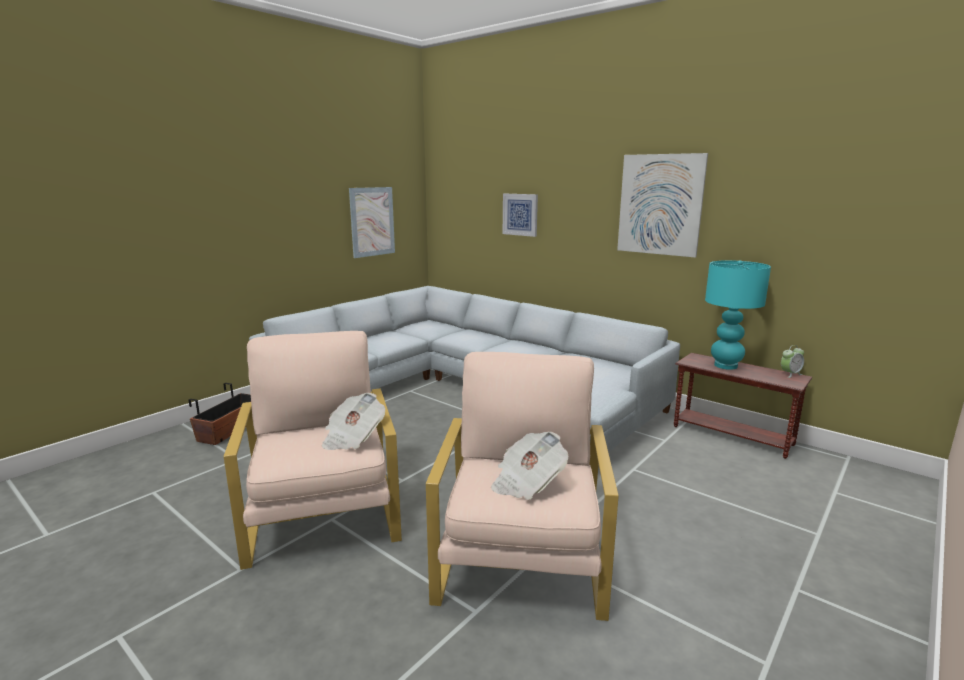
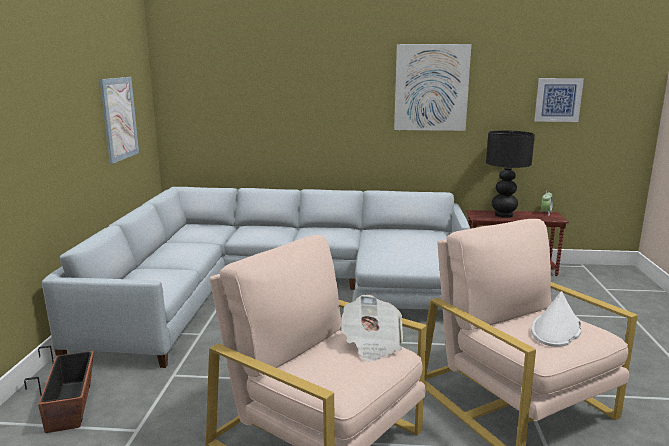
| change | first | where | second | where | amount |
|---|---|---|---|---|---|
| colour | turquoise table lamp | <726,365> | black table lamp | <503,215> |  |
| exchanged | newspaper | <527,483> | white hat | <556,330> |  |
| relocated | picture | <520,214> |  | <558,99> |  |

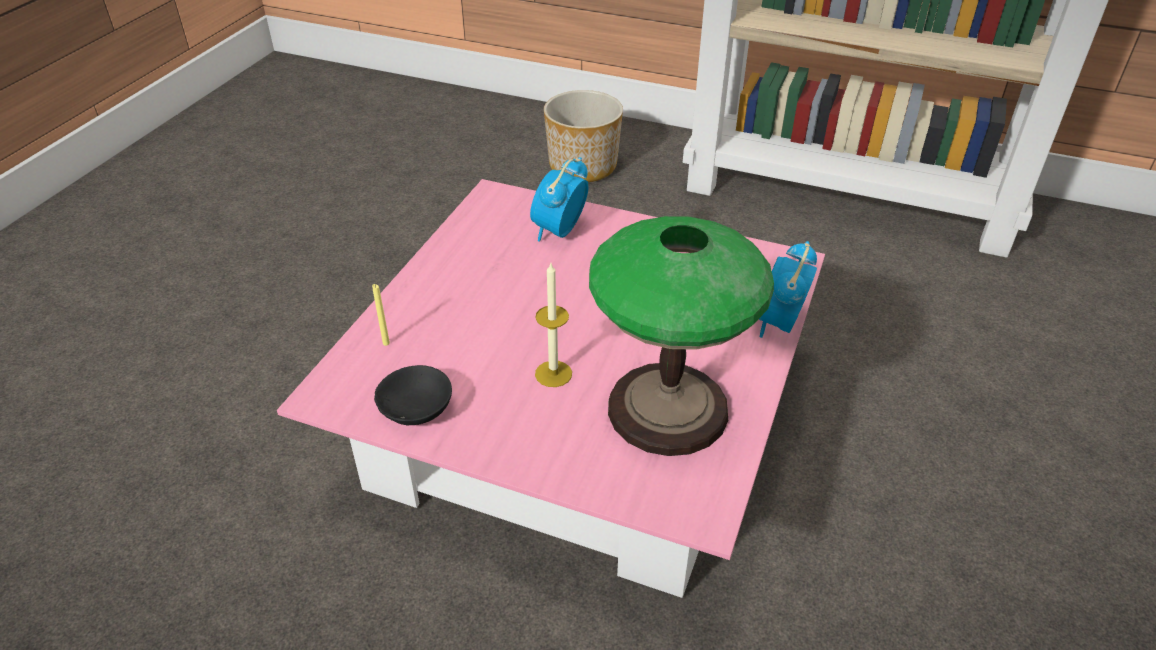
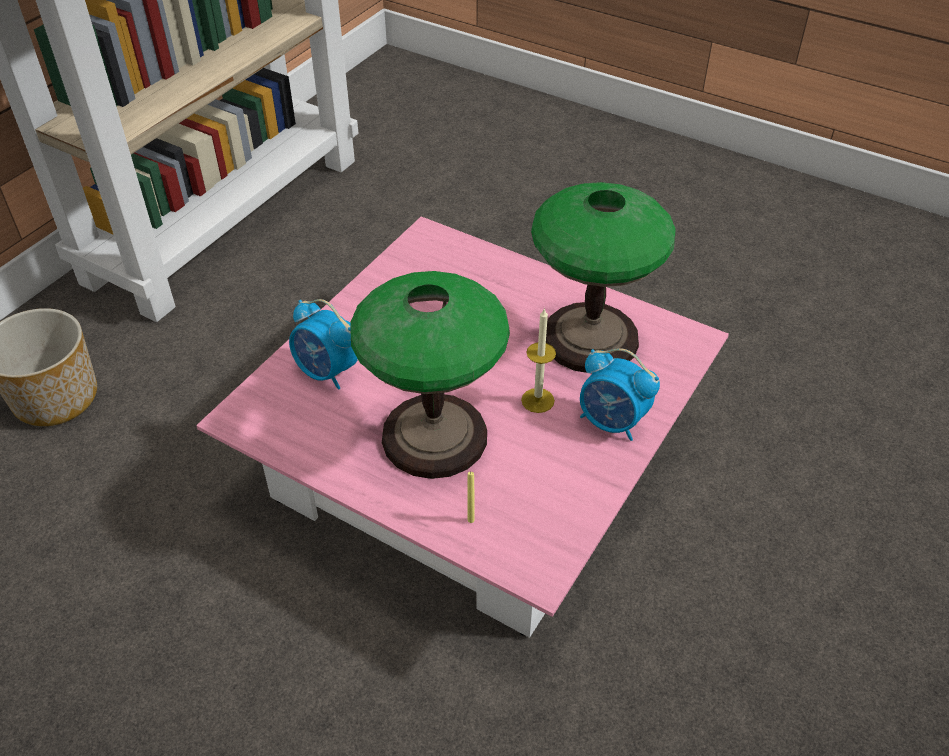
| change | first | where | second | where | amount |
|---|---|---|---|---|---|
| appeared |  |  | table lamp | <435,436> |  |
| relocated | alarm clock | <778,323> |  | <612,422> |  |
| missing | black bowl | <419,408> |  |  |  |

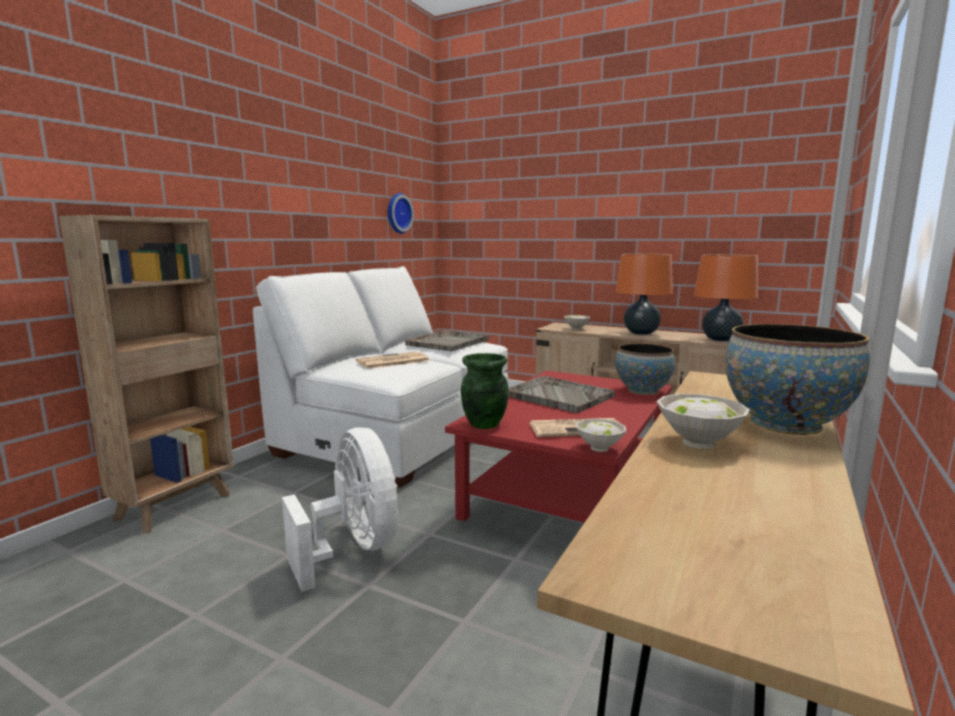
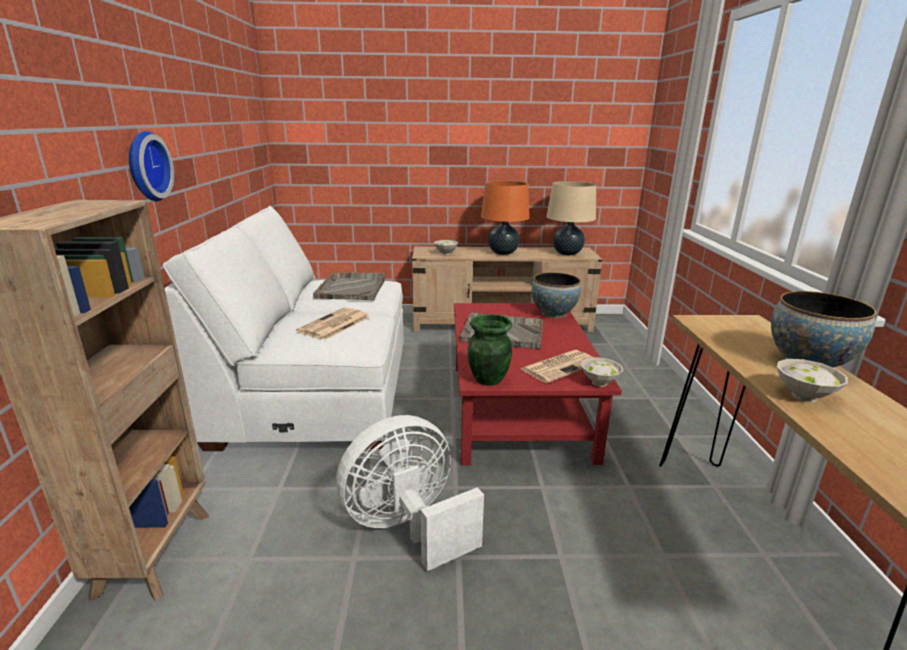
| change | first | where | second | where | amount |
|---|---|---|---|---|---|
| relocated | wall clock | <397,213> |  | <145,166> |  |
| spun | white fan | <353,549> |  | <408,527> | 60 degrees counterclockwise |
| colour | orange table lamp | <721,339> | beige table lamp | <567,253> |  |

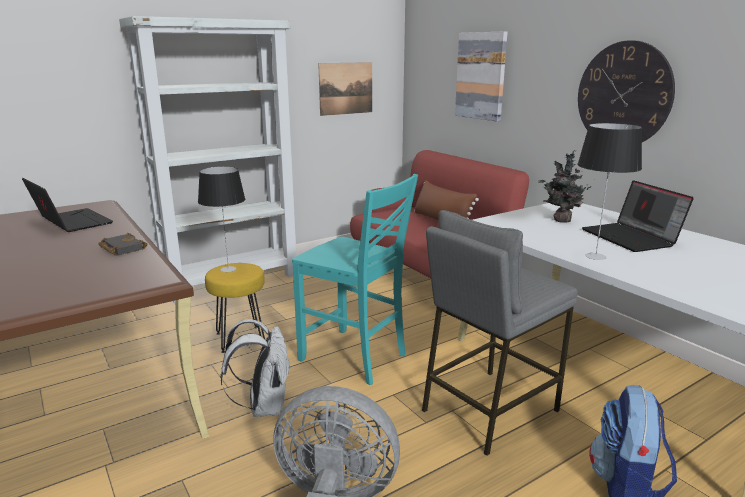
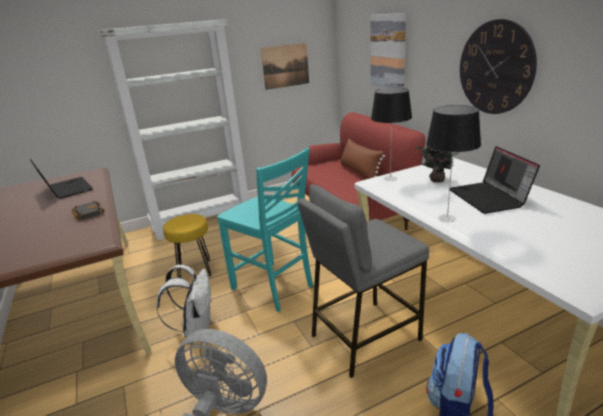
| change | first | where | second | where | amount |
|---|---|---|---|---|---|
| relocated | table lamp | <228,269> |  | <390,178> |  |

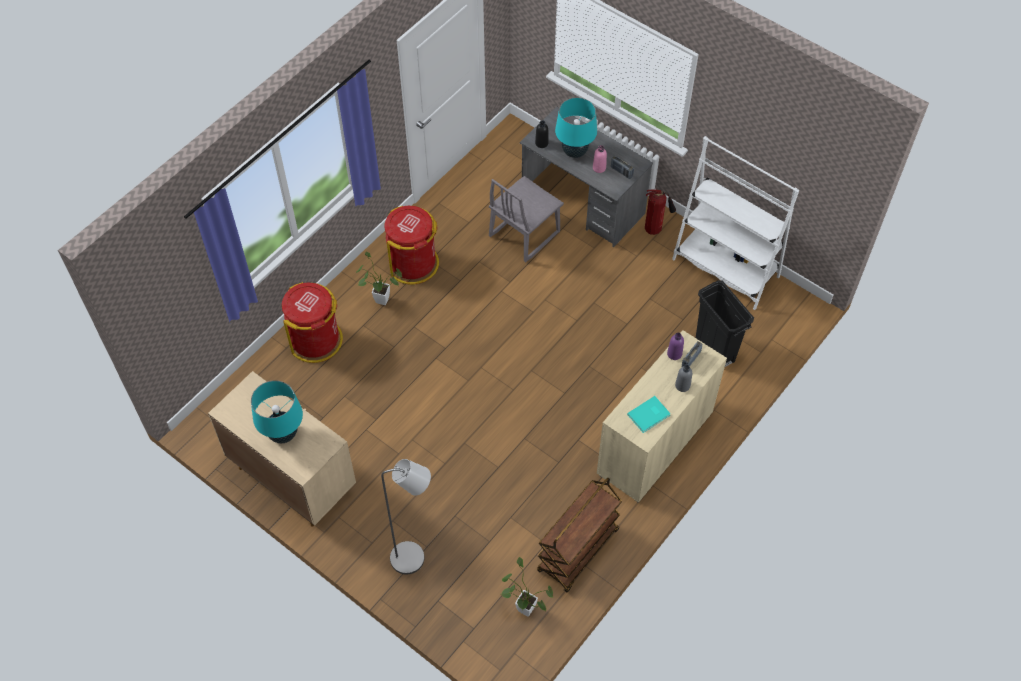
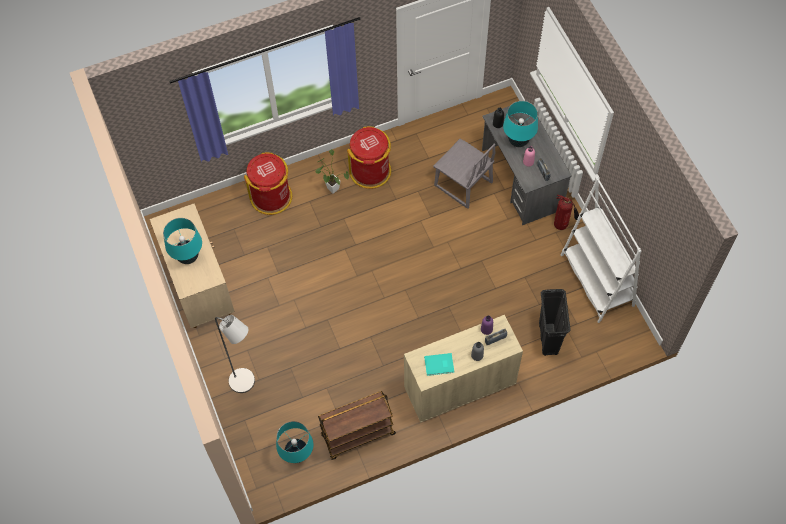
| change | first | where | second | where | amount |
|---|---|---|---|---|---|
| exchanged | potted plant | <523,607> | turquoise table lamp | <297,454> |  |
| spun | grey chair | <523,234> |  | <463,184> | 120 degrees counterclockwise |

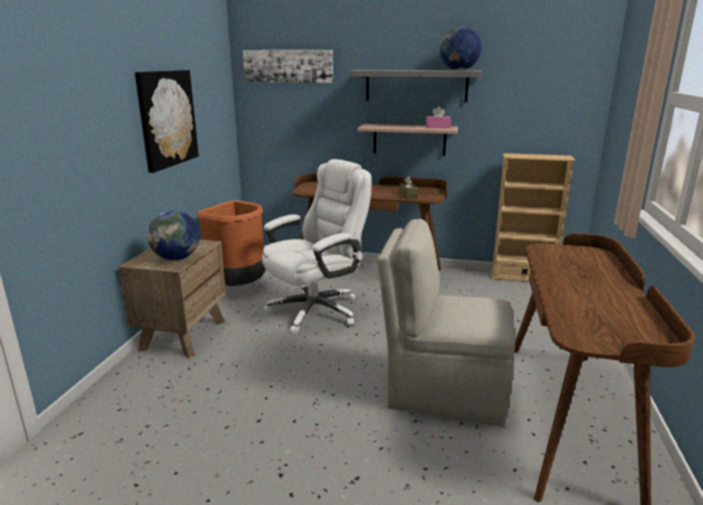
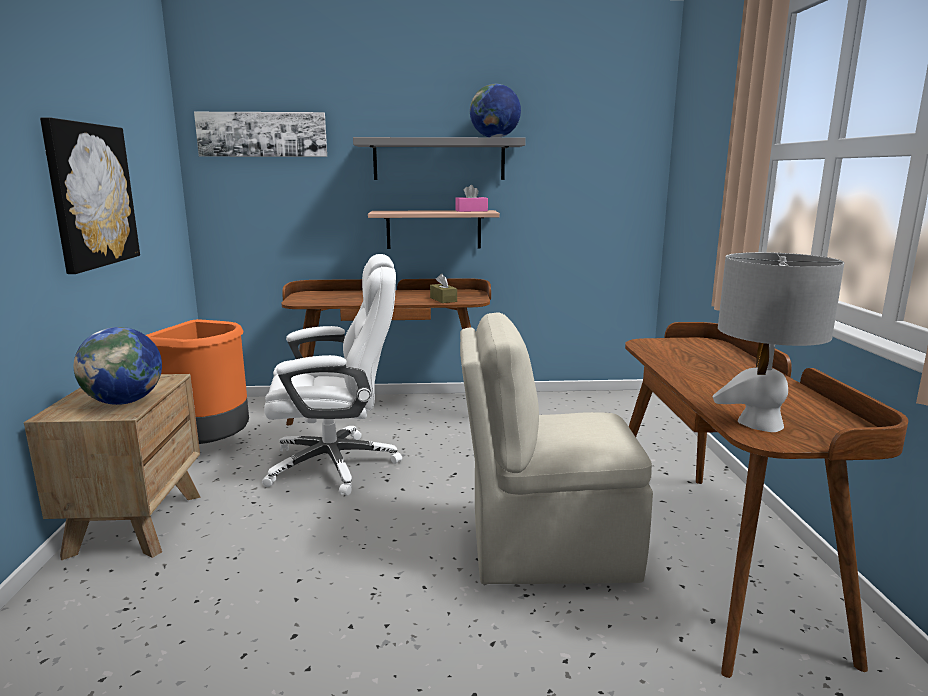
| change | first | where | second | where | amount |
|---|---|---|---|---|---|
| spun | white office chair | <316,310> |  | <336,464> | 45 degrees clockwise |
| appeared |  |  | grey table lamp | <760,424> |  |
| missing | beige bookcase | <522,277> |  |  |  |

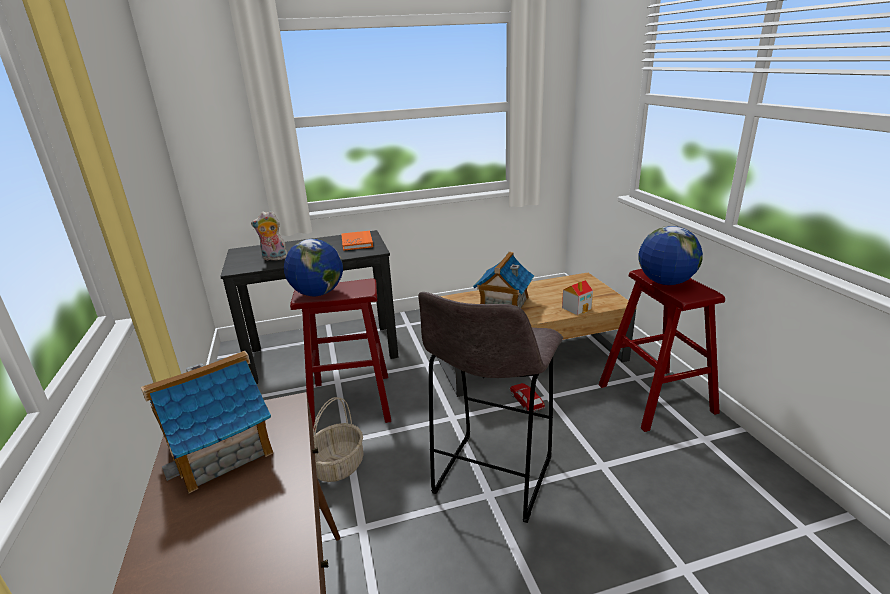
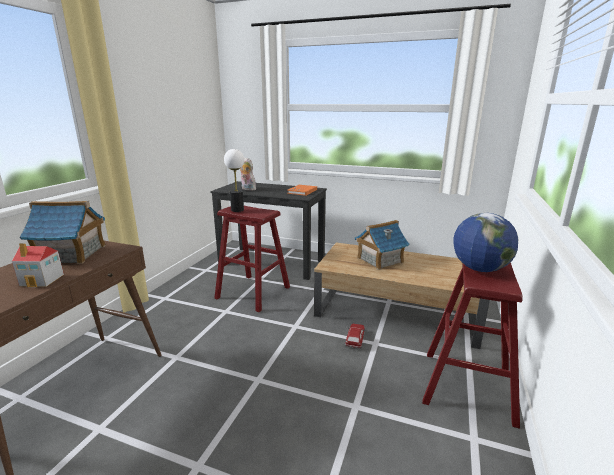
| change | first | where | second | where | amount |
|---|---|---|---|---|---|
| relocated | toy house | <576,308> |  | <43,280> |  |
| exchanged | globe | <317,293> | table lamp | <237,210> |  |
| missing | basket | <338,465> |  |  |  |
| missing | grey stool | <491,478> |  |  |  |

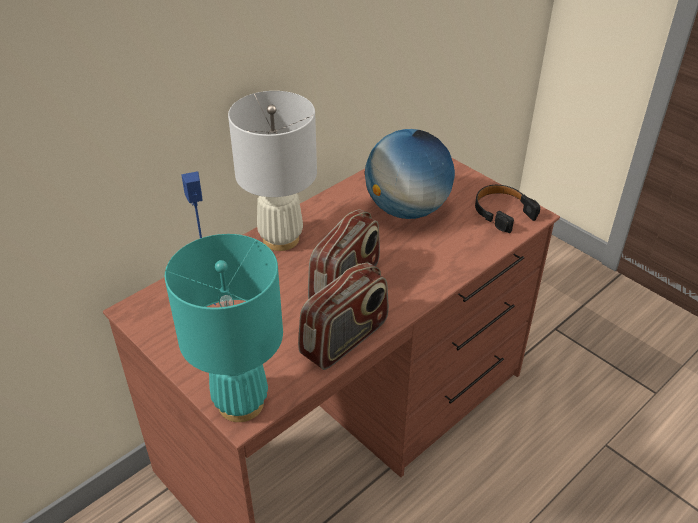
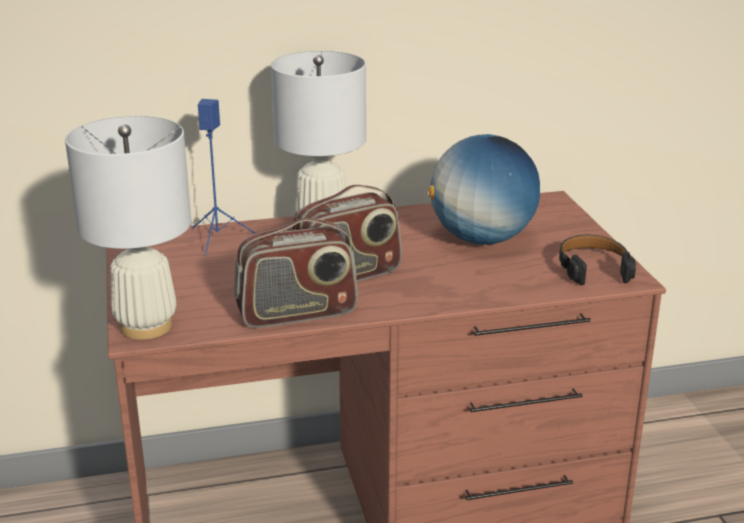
| change | first | where | second | where | amount |
|---|---|---|---|---|---|
| colour | turquoise table lamp | <241,403> | white table lamp | <146,326> |  |

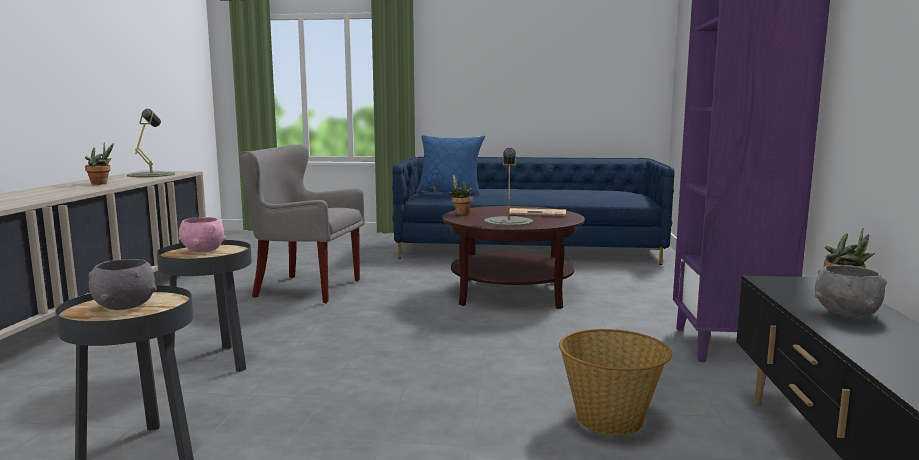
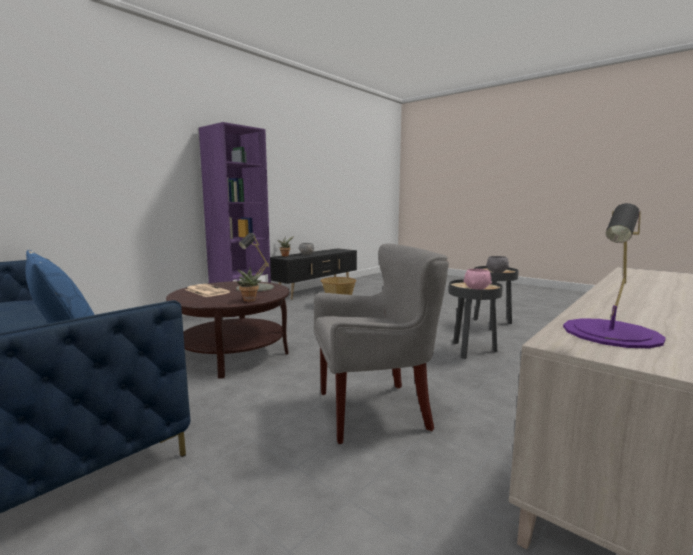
| change | first | where | second | where | amount |
|---|---|---|---|---|---|
| spun | grey armchair | <305,288> |  | <376,411> | 60 degrees counterclockwise |
| colour | grey table lamp | <151,175> | purple table lamp | <611,333> |  |
| missing | potted plant | <101,183> |  |  |  |

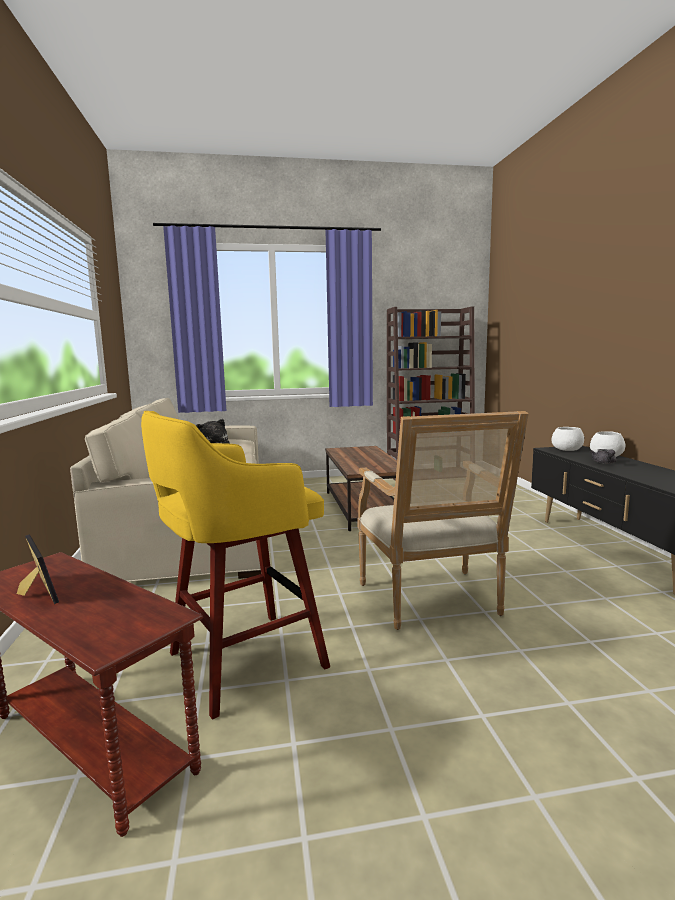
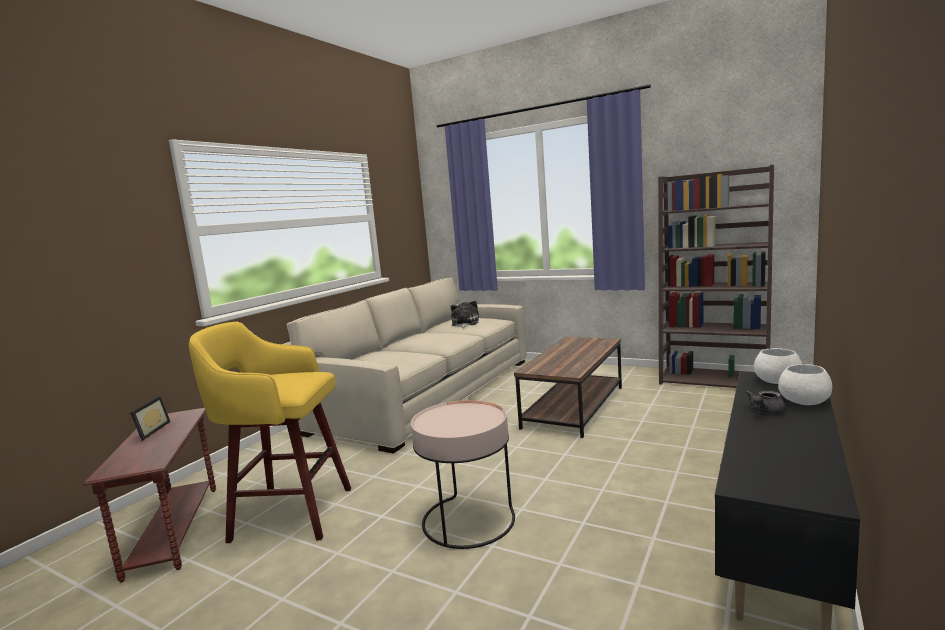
| change | first | where | second | where | amount |
|---|---|---|---|---|---|
| exchanged | armchair | <433,602> | pink side table | <468,520> |  |

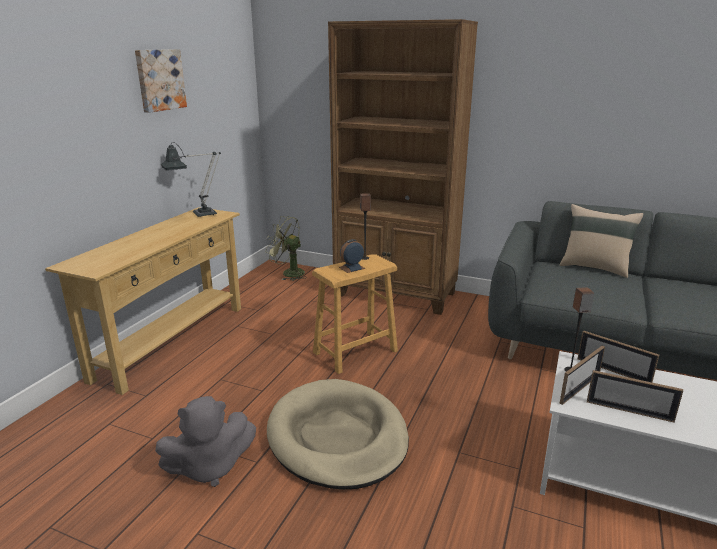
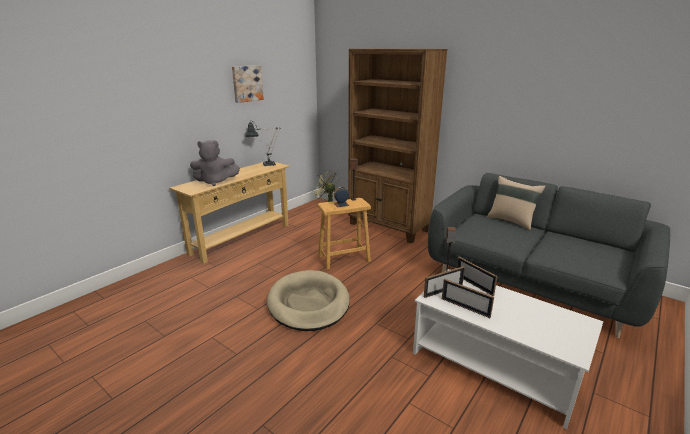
| change | first | where | second | where | amount |
|---|---|---|---|---|---|
| relocated | grey plush toy | <210,467> |  | <215,182> |  |

